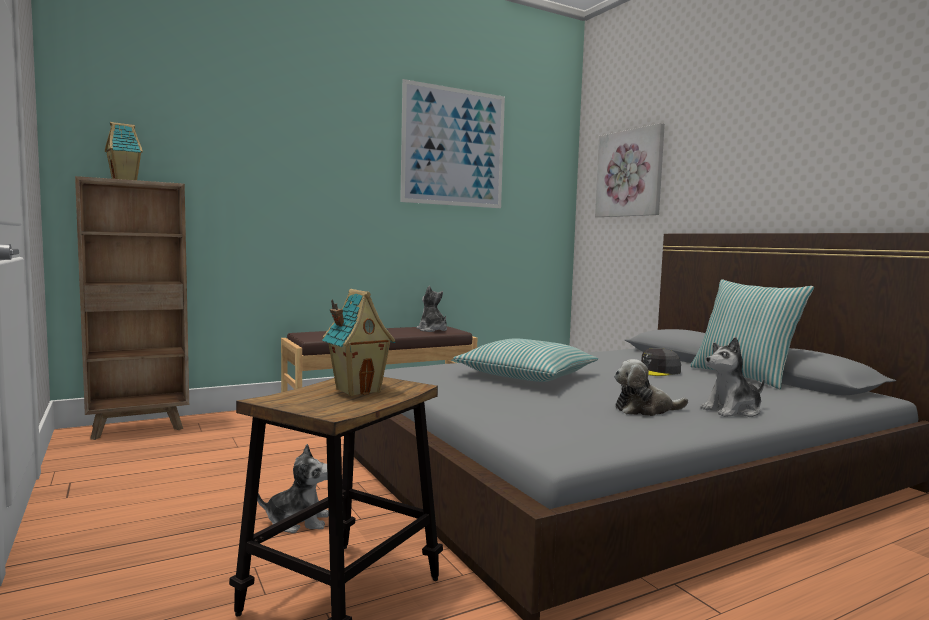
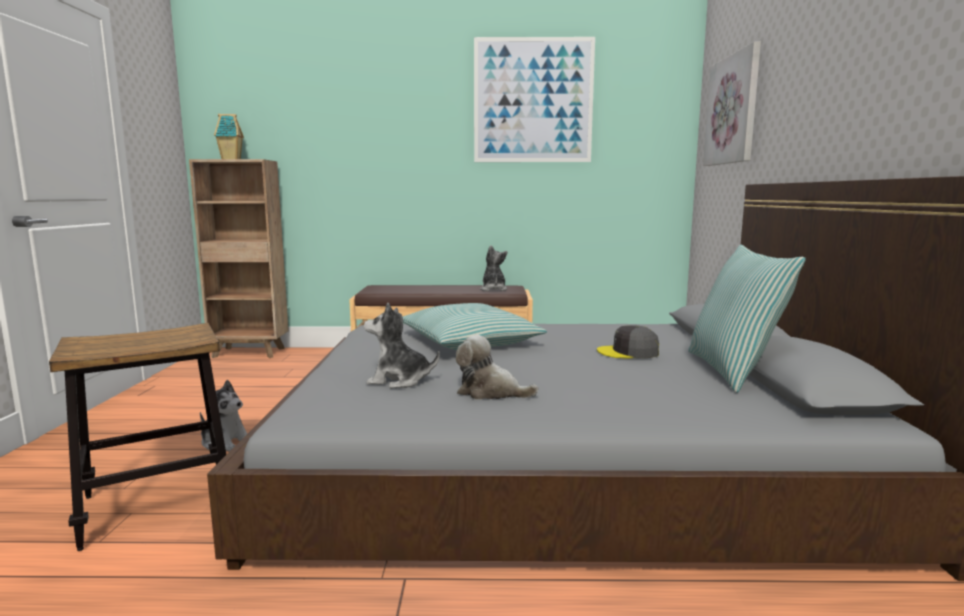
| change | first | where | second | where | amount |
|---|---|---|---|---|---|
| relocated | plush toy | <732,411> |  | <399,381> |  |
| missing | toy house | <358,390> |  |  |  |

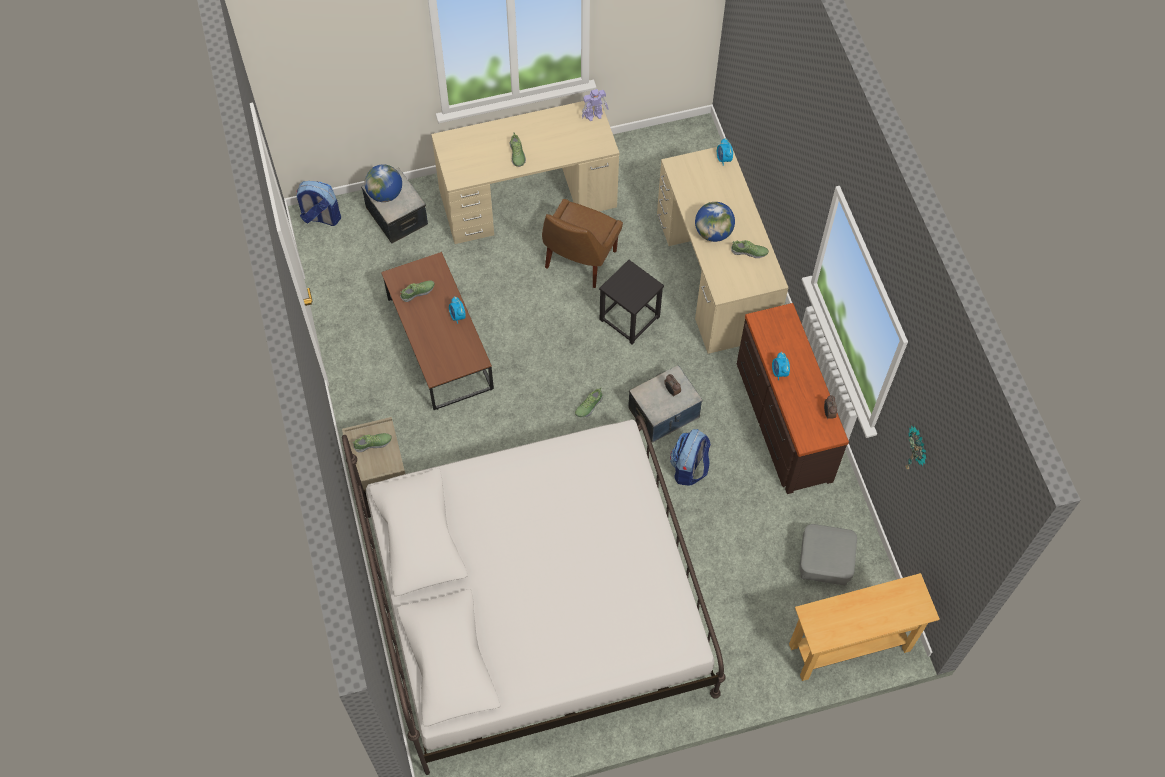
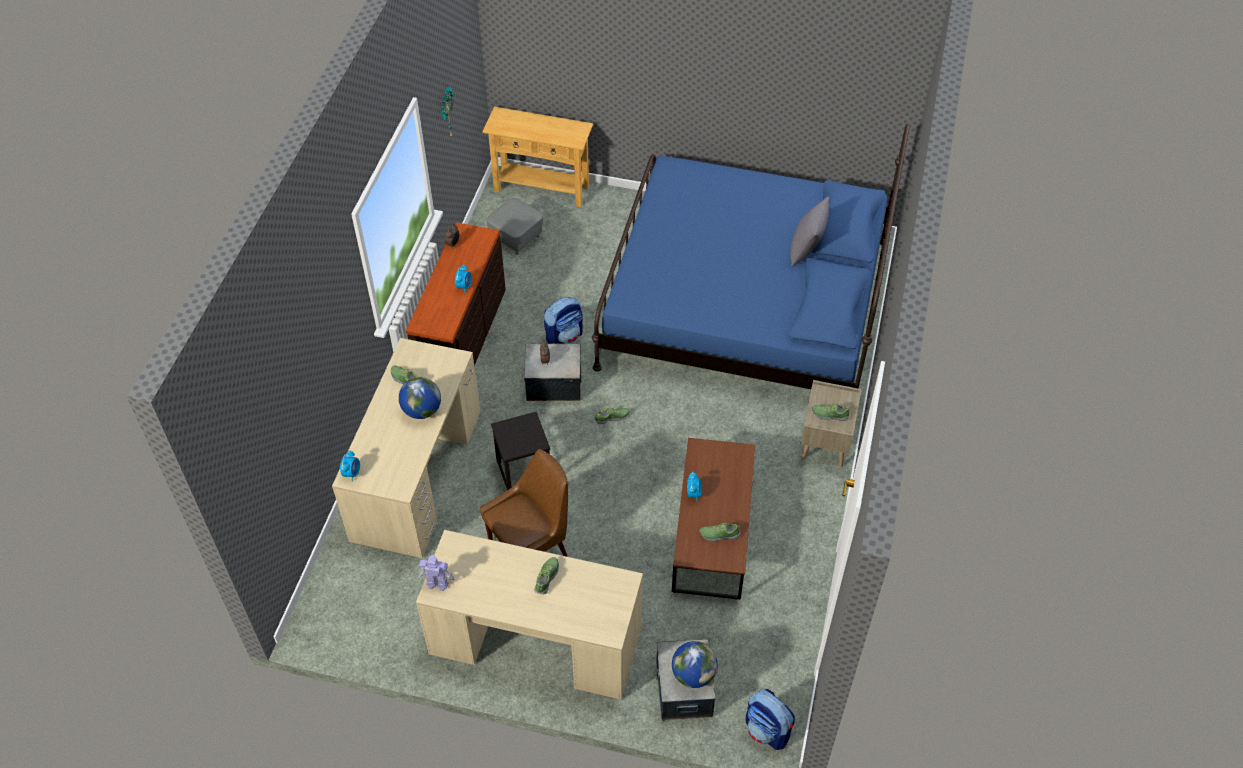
| change | first | where | second | where | amount |
|---|---|---|---|---|---|
| colour | white bed | <536,602> | blue bed | <745,303> |  |
| appeared |  |  | grey pillow | <806,250> |  |

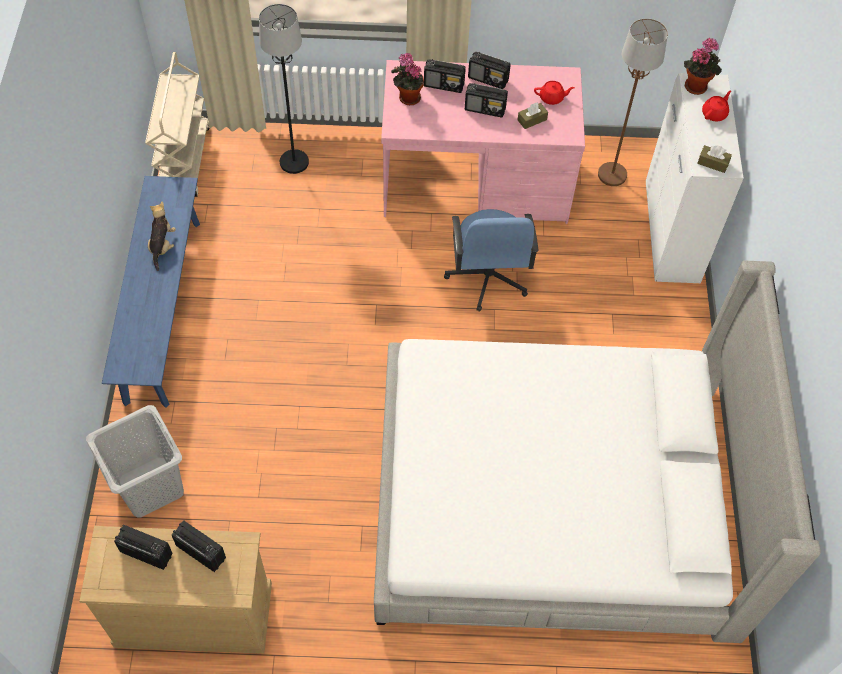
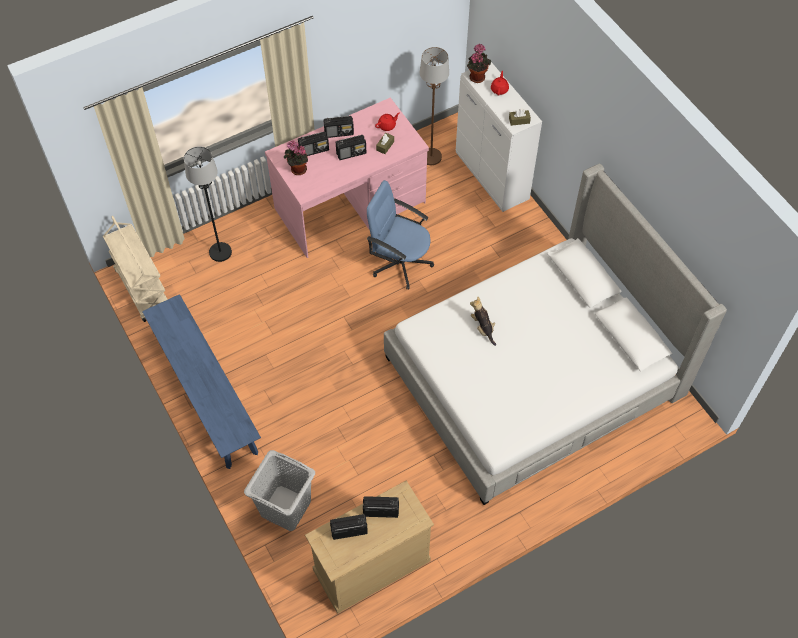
| change | first | where | second | where | amount |
|---|---|---|---|---|---|
| spun | blue office chair | <487,277> |  | <400,262> | 150 degrees clockwise |
| relocated | plush toy | <162,246> |  | <483,328> |  |

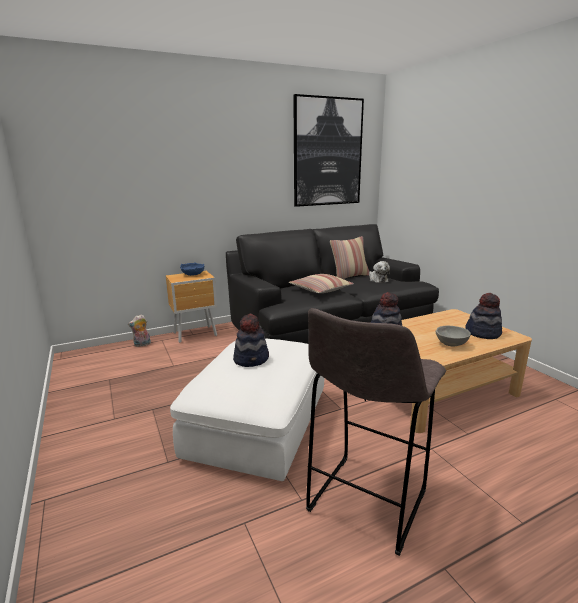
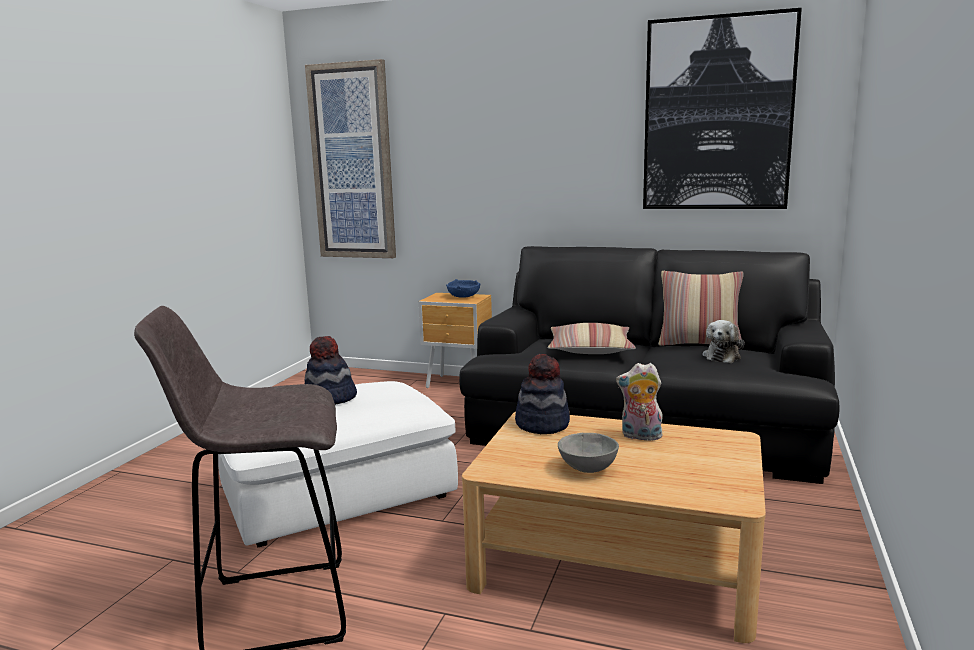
| change | first | where | second | where | amount |
|---|---|---|---|---|---|
| appeared |  |  | picture | <352,162> |  |
| relocated | plush toy | <142,345> |  | <640,436> |  |
| missing | hat | <483,333> |  |  |  |

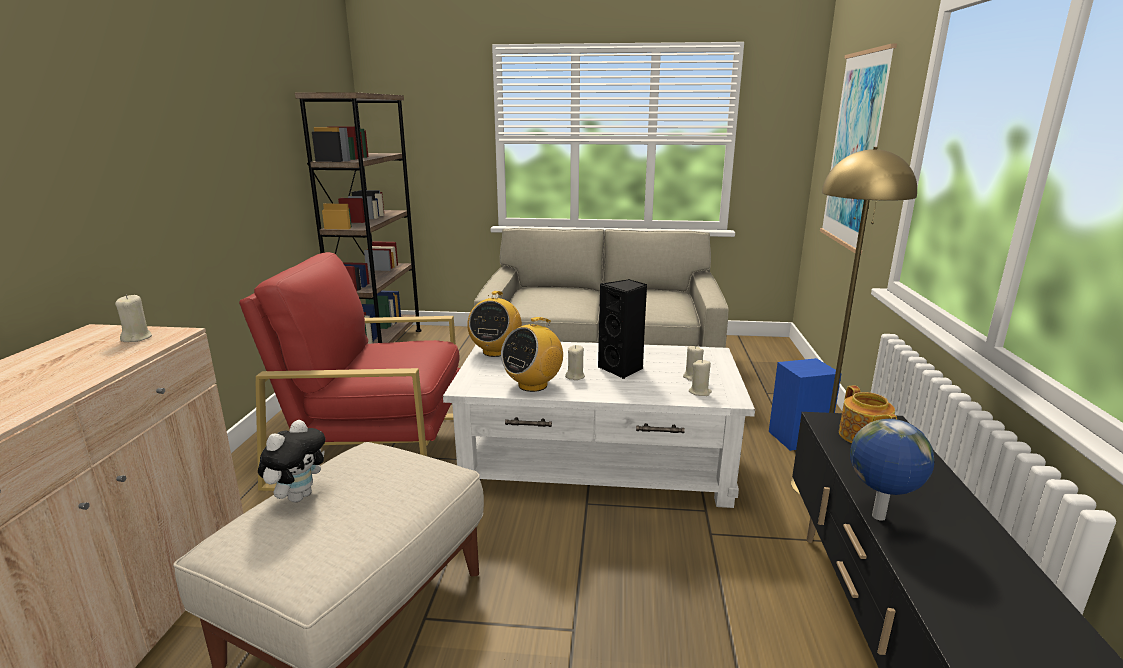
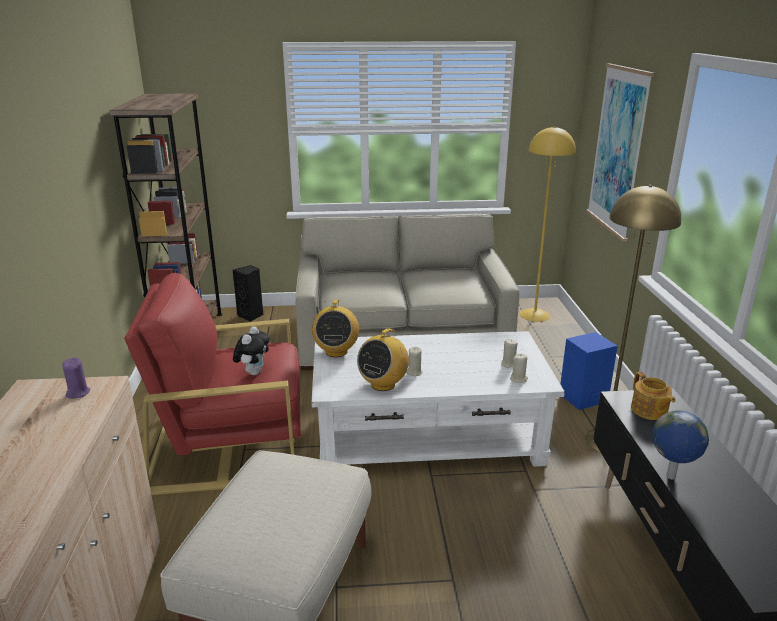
| change | first | where | second | where | amount |
|---|---|---|---|---|---|
| colour | beige candle | <137,338> | purple candle | <78,393> |  |
| relocated | black speaker | <622,369> |  | <251,316> |  |
| relocated | plush toy | <298,496> |  | <253,372> |  |
| appeared |  |  | yellow floor lamp | <535,315> |  |

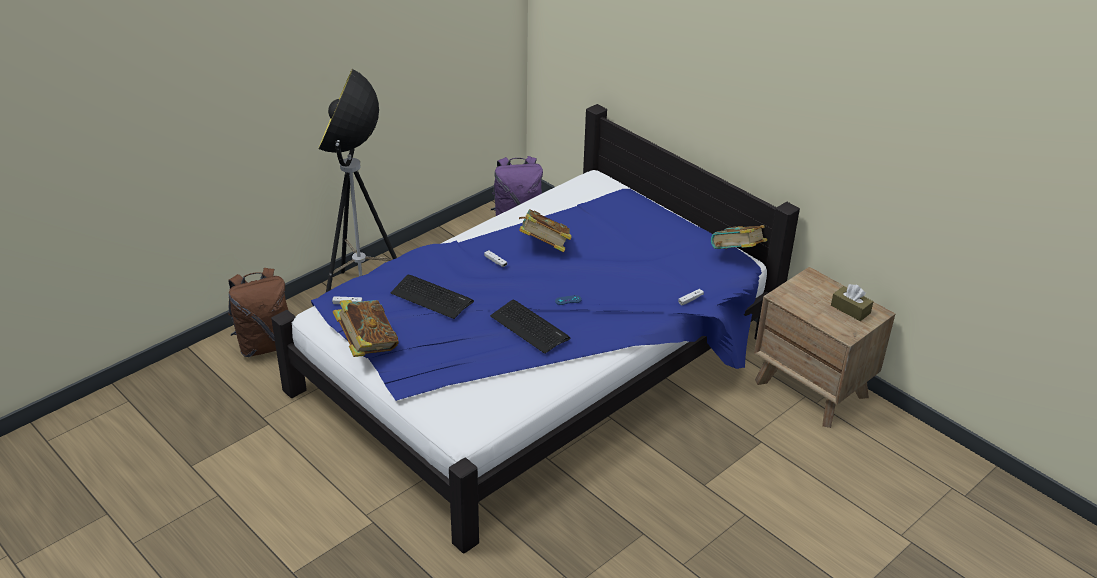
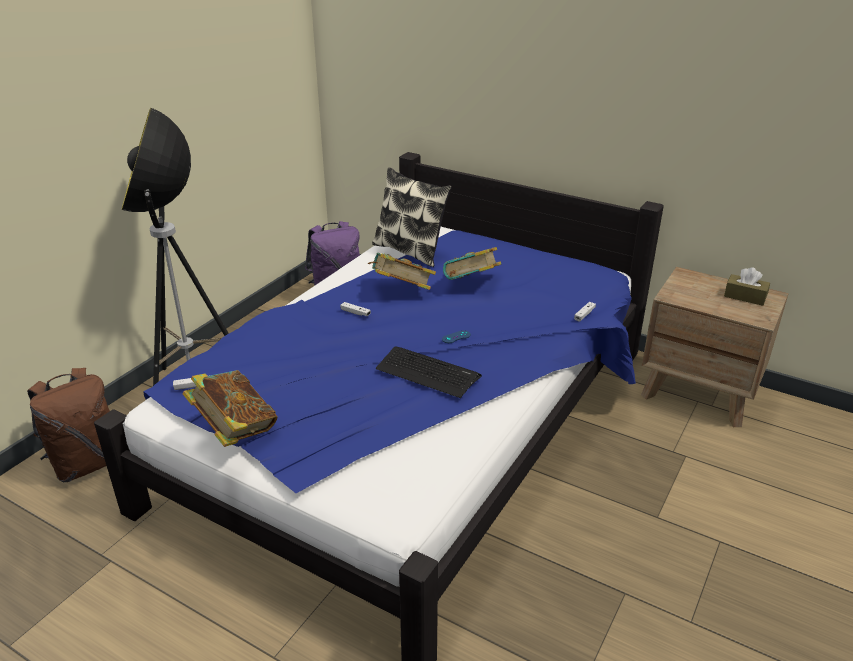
| change | first | where | second | where | amount |
|---|---|---|---|---|---|
| appeared |  |  | pillow | <410,251> |  |
| relocated | book | <737,255> |  | <471,285> |  |
| missing | keyboard | <431,297> |  |  |  |

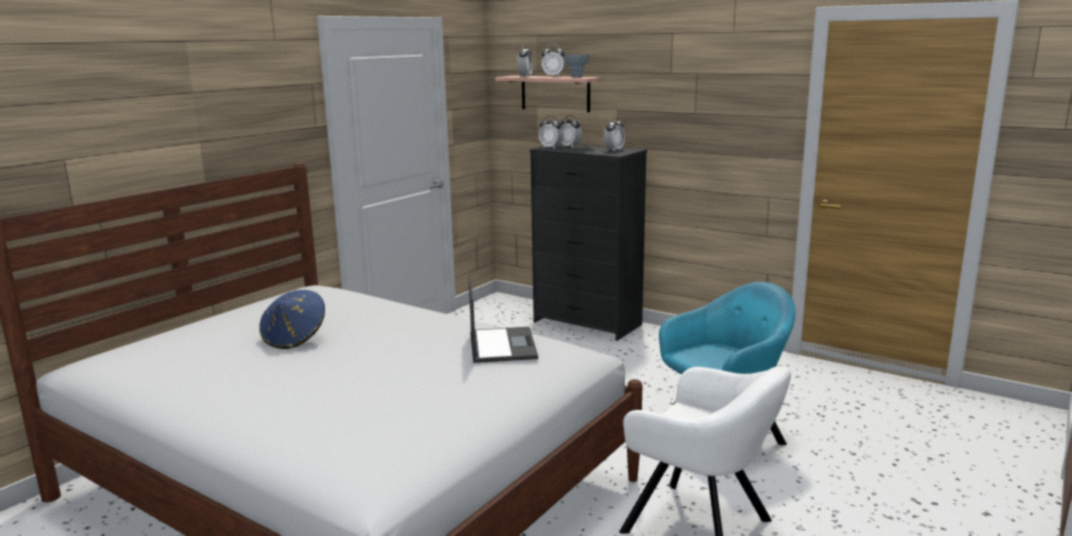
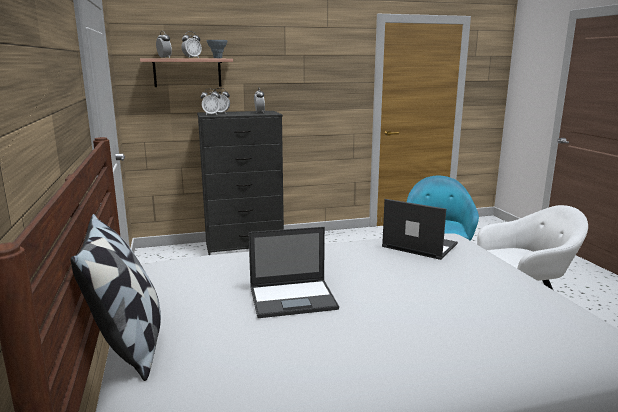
| change | first | where | second | where | amount |
|---|---|---|---|---|---|
| appeared |  |  | pillow | <129,345> |  |
| exchanged | blue hat | <295,338> | laptop | <294,298> |  |

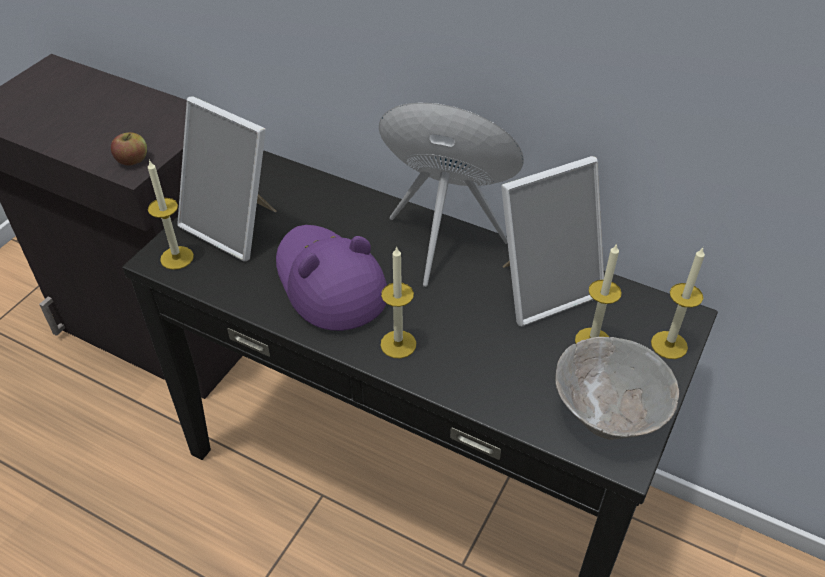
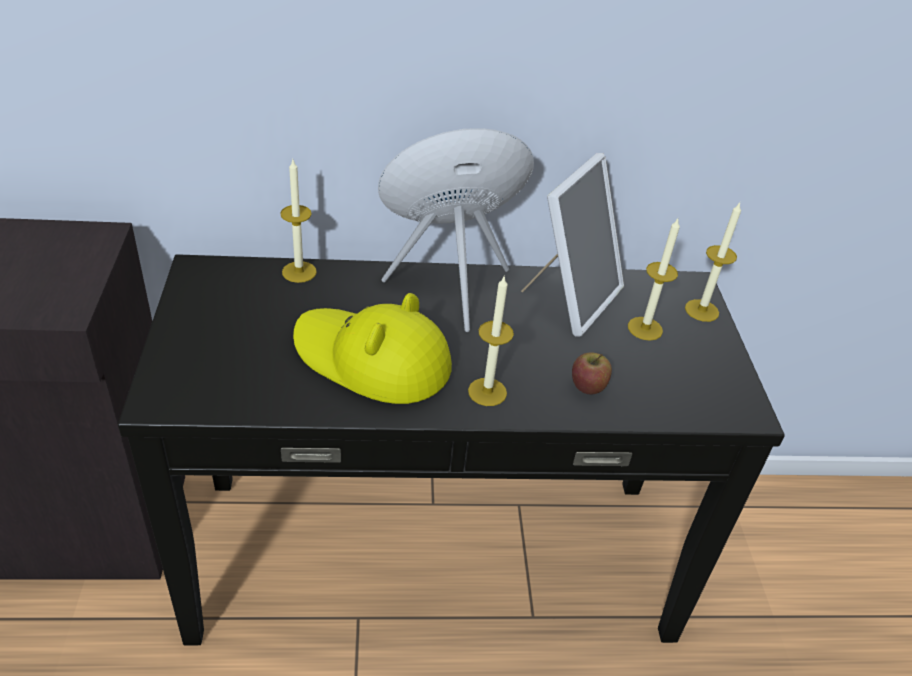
| change | first | where | second | where | amount |
|---|---|---|---|---|---|
| relocated | candle | <177,258> |  | <299,272> |  |
| colour | purple hat | <329,282> | yellow hat | <372,359> |  |
| relocated | apple | <132,160> |  | <588,385> |  |
| missing | picture frame | <235,226> |  |  |  |
| missing | grey bowl | <607,415> |  |  |  |

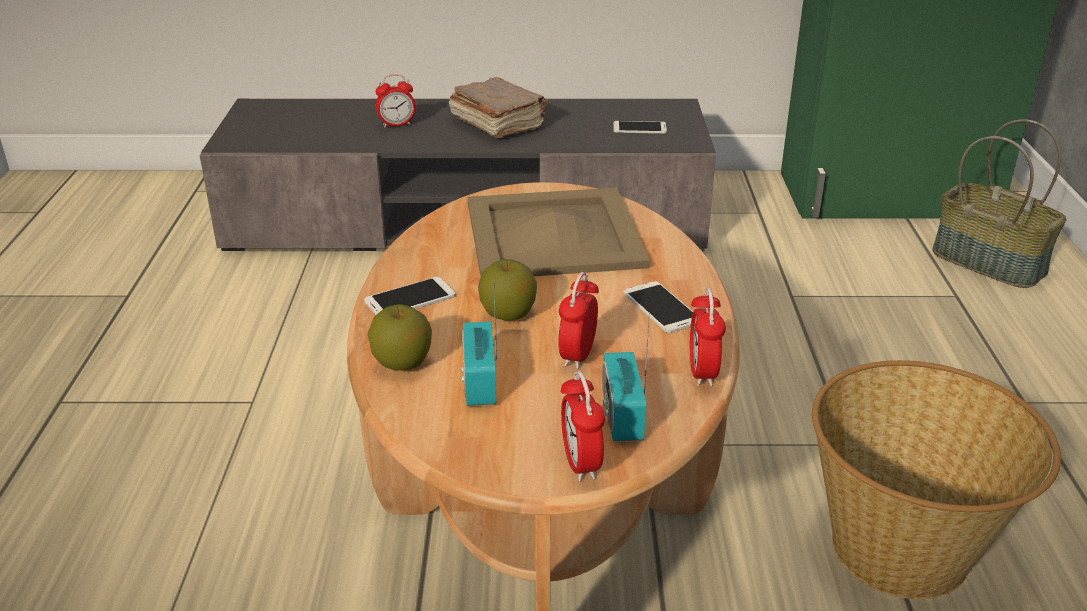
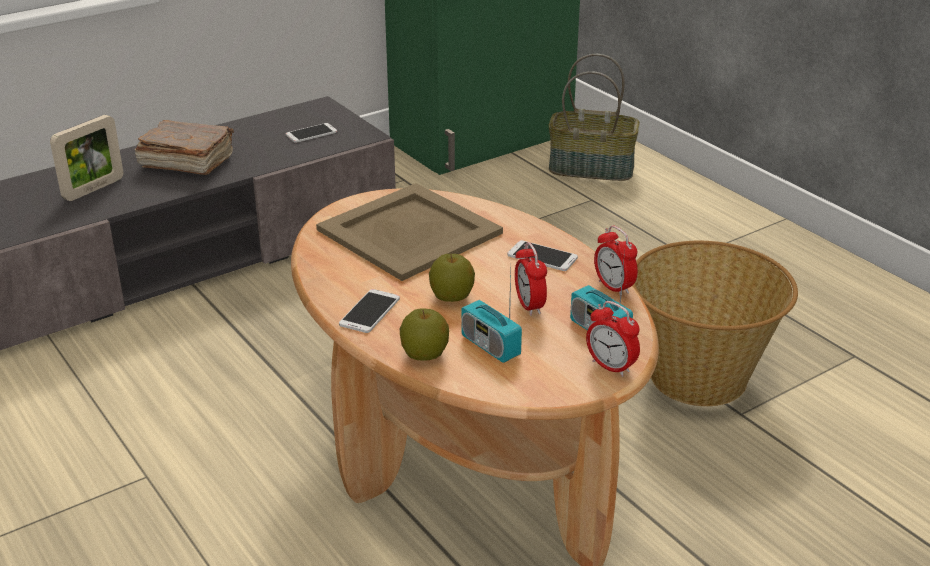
| change | first | where | second | where | amount |
|---|---|---|---|---|---|
| exchanged | alarm clock | <397,125> | picture frame | <93,189> |  |

